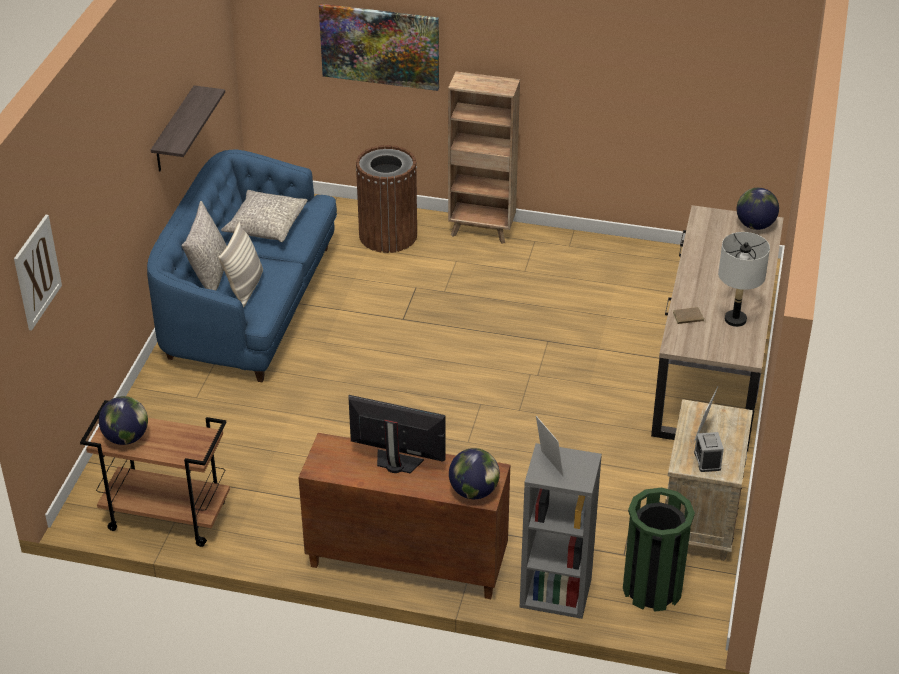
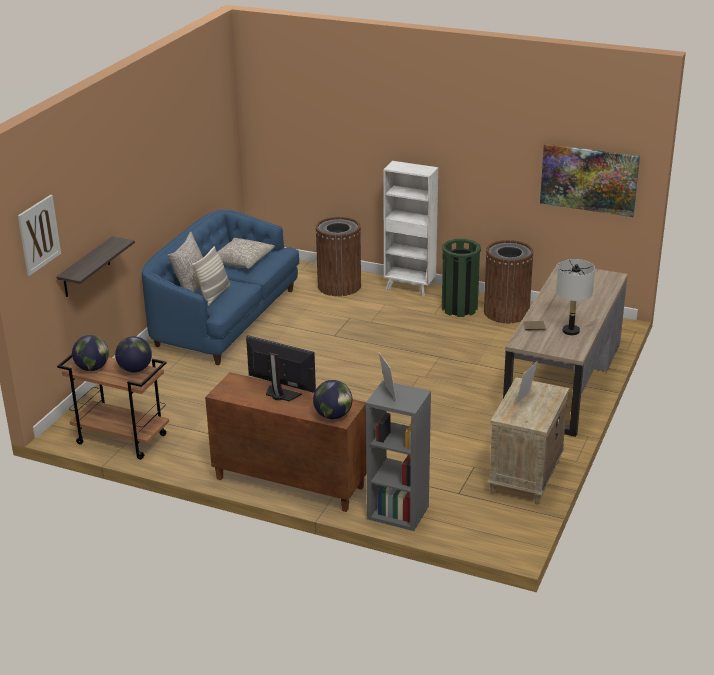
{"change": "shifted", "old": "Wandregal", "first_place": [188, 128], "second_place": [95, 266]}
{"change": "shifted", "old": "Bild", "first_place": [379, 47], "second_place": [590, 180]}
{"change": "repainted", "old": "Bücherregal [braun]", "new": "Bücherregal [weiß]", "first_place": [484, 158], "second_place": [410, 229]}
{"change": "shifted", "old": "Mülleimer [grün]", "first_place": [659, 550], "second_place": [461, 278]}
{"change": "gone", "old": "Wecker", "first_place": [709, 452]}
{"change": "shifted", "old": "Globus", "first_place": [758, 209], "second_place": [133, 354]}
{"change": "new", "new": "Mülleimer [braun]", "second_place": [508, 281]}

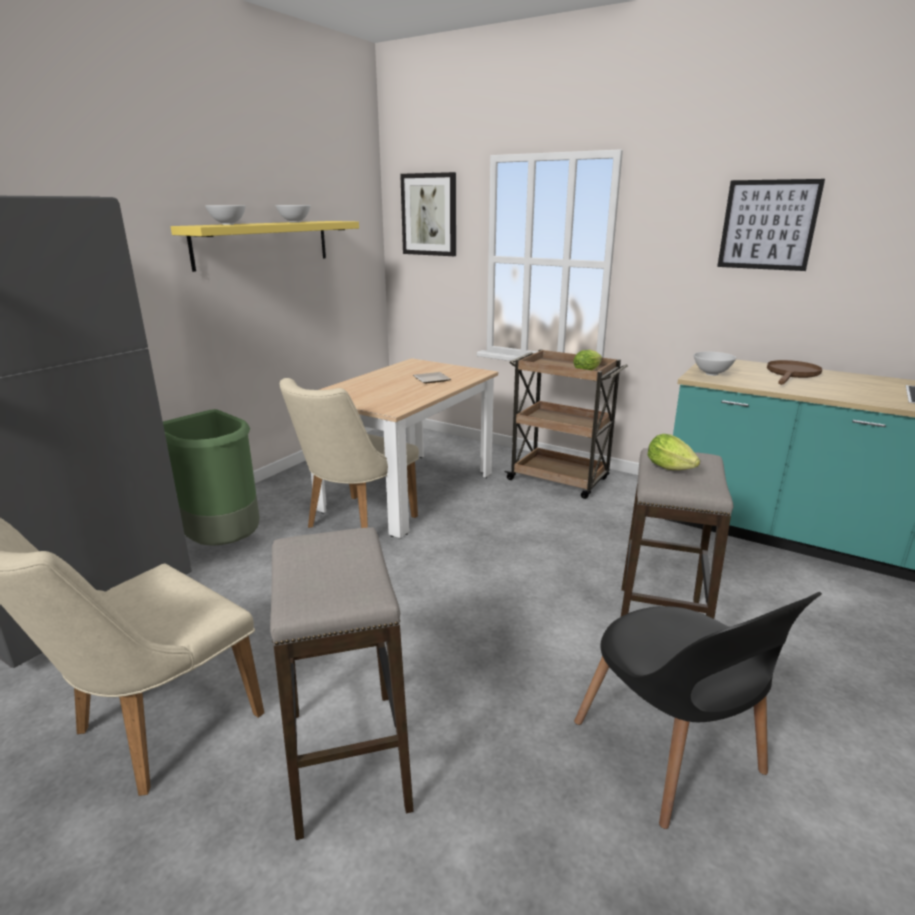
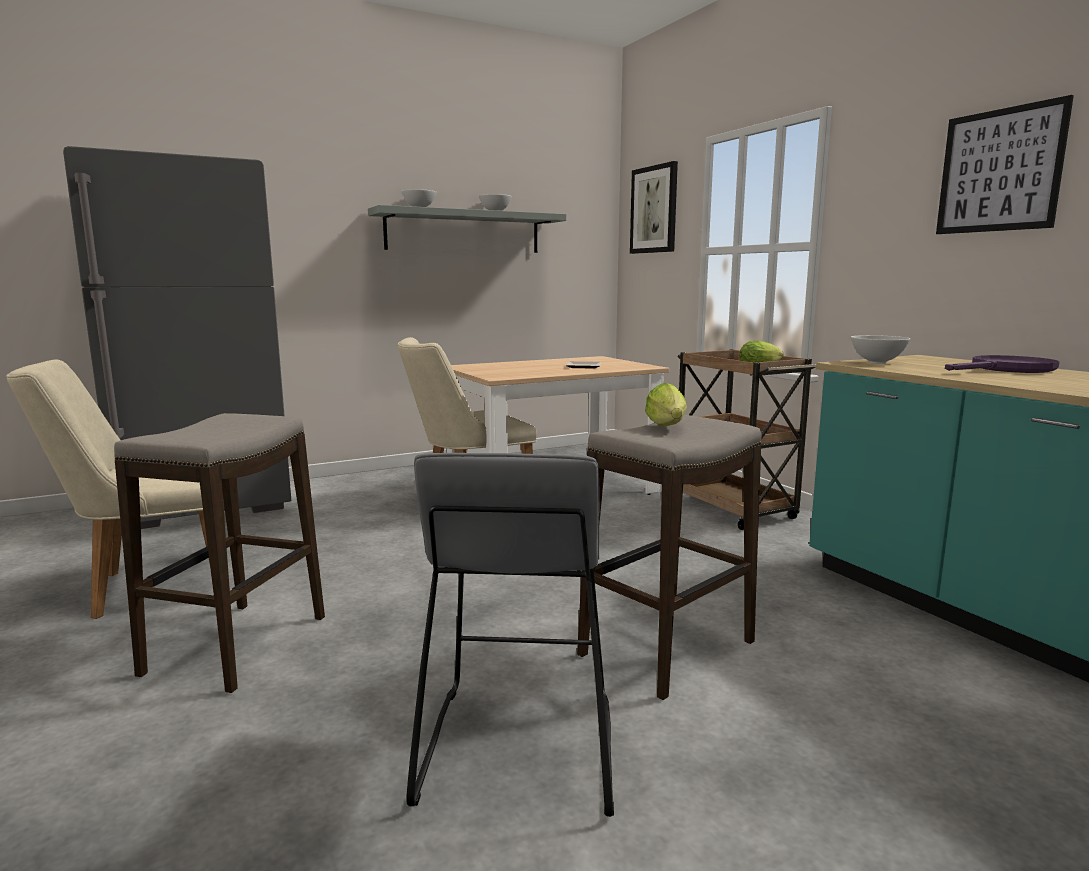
{"change": "gone", "old": "Mülleimer [grün]", "first_place": [211, 477]}
{"change": "repainted", "old": "Wandregal [gelb]", "new": "Wandregal [grau]", "first_place": [265, 246], "second_place": [467, 229]}
{"change": "swapped", "old": "Stuhl [schwarz]", "new": "Hocker [grau]", "first_place": [698, 710], "second_place": [510, 634]}
{"change": "repainted", "old": "Pfanne [braun]", "new": "Pfanne [lila]", "first_place": [794, 372], "second_place": [1002, 364]}

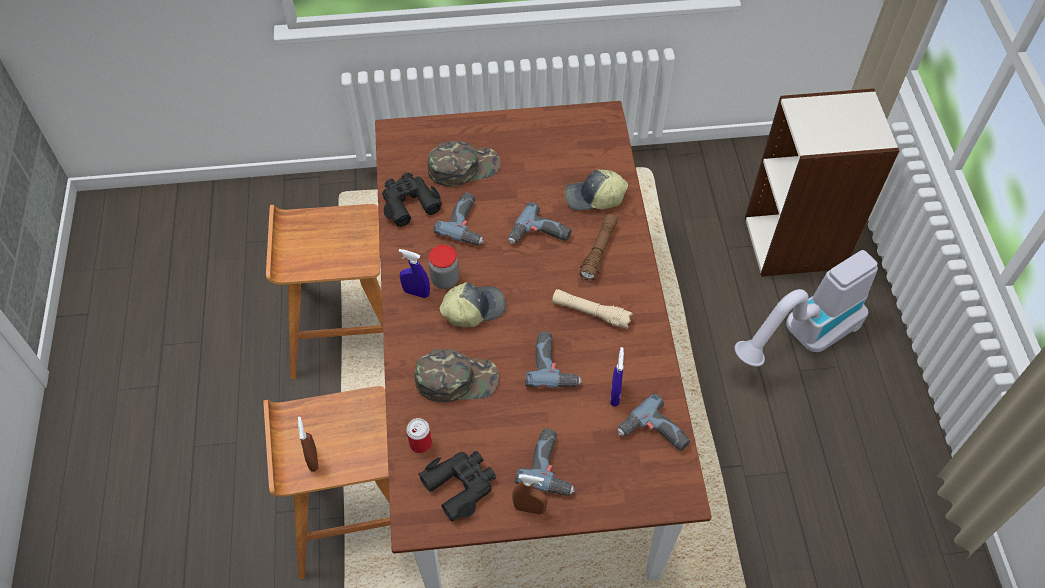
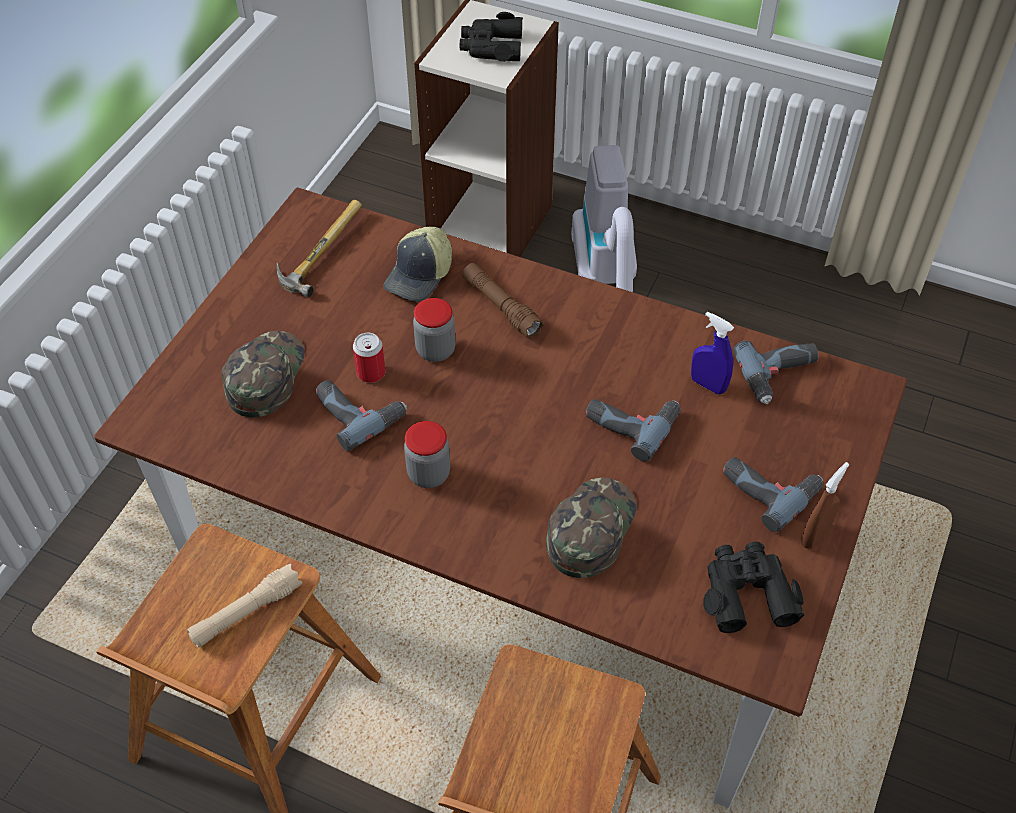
{"change": "gone", "old": "Sprühflasche [braun]", "first_place": [308, 444]}
{"change": "shifted", "old": "Fernglas [schwarz]", "first_place": [412, 199], "second_place": [491, 37]}
{"change": "gone", "old": "Sprühflasche [blau]", "first_place": [414, 273]}
{"change": "shifted", "old": "Dose", "first_place": [419, 435], "second_place": [369, 358]}
{"change": "gone", "old": "Kappe", "first_place": [472, 304]}
{"change": "swapped", "old": "Bohrmaschine", "new": "Vorratsglas", "first_place": [540, 223], "second_place": [434, 330]}
{"change": "shifted", "old": "Taschenlampe [beige]", "first_place": [592, 308], "second_place": [245, 606]}
{"change": "new", "new": "Hammer", "second_place": [319, 248]}

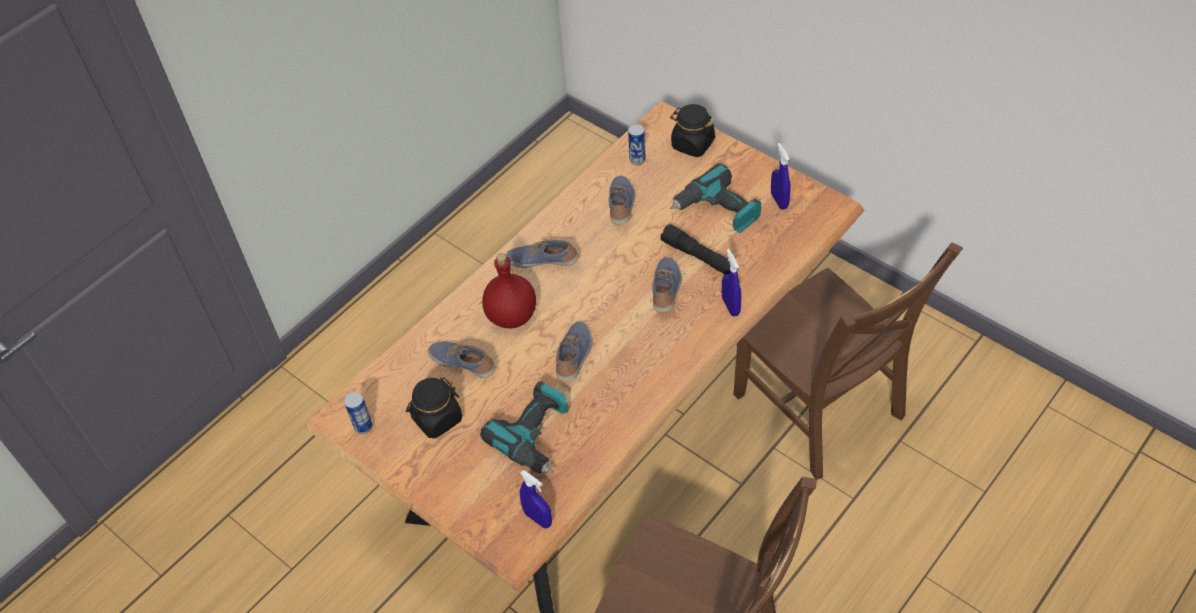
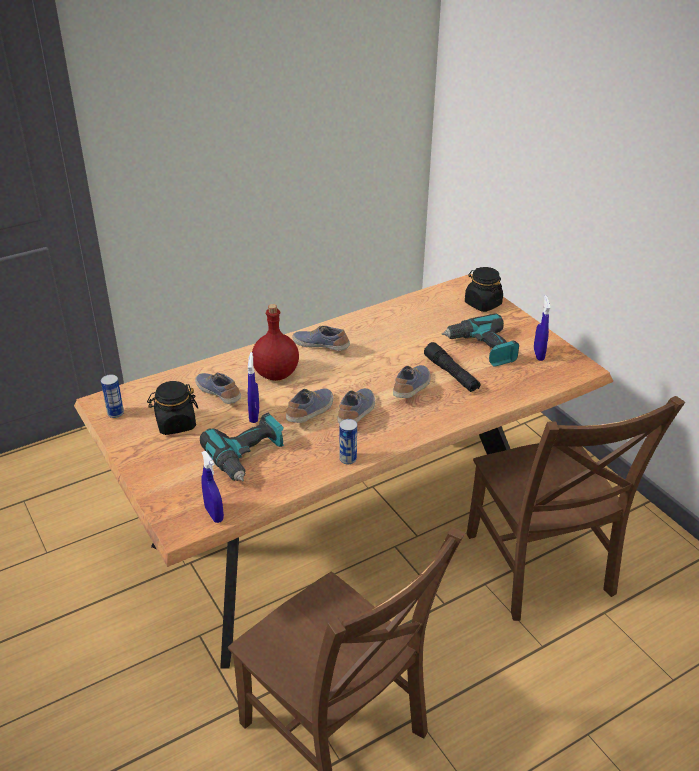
{"change": "shifted", "old": "Schuh", "first_place": [622, 200], "second_place": [356, 405]}
{"change": "shifted", "old": "Dose", "first_place": [637, 144], "second_place": [348, 441]}
{"change": "shifted", "old": "Sprühflasche [blau]", "first_place": [731, 282], "second_place": [253, 387]}

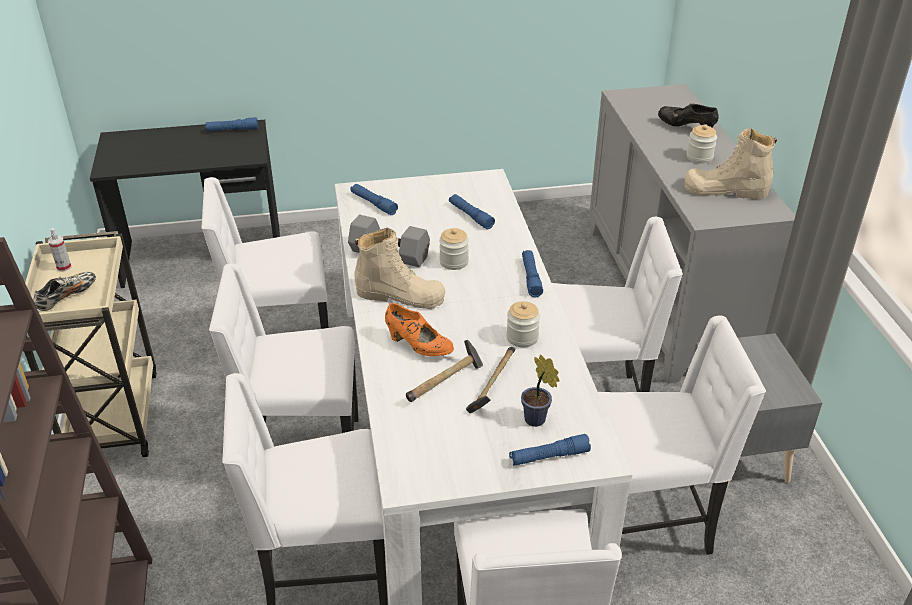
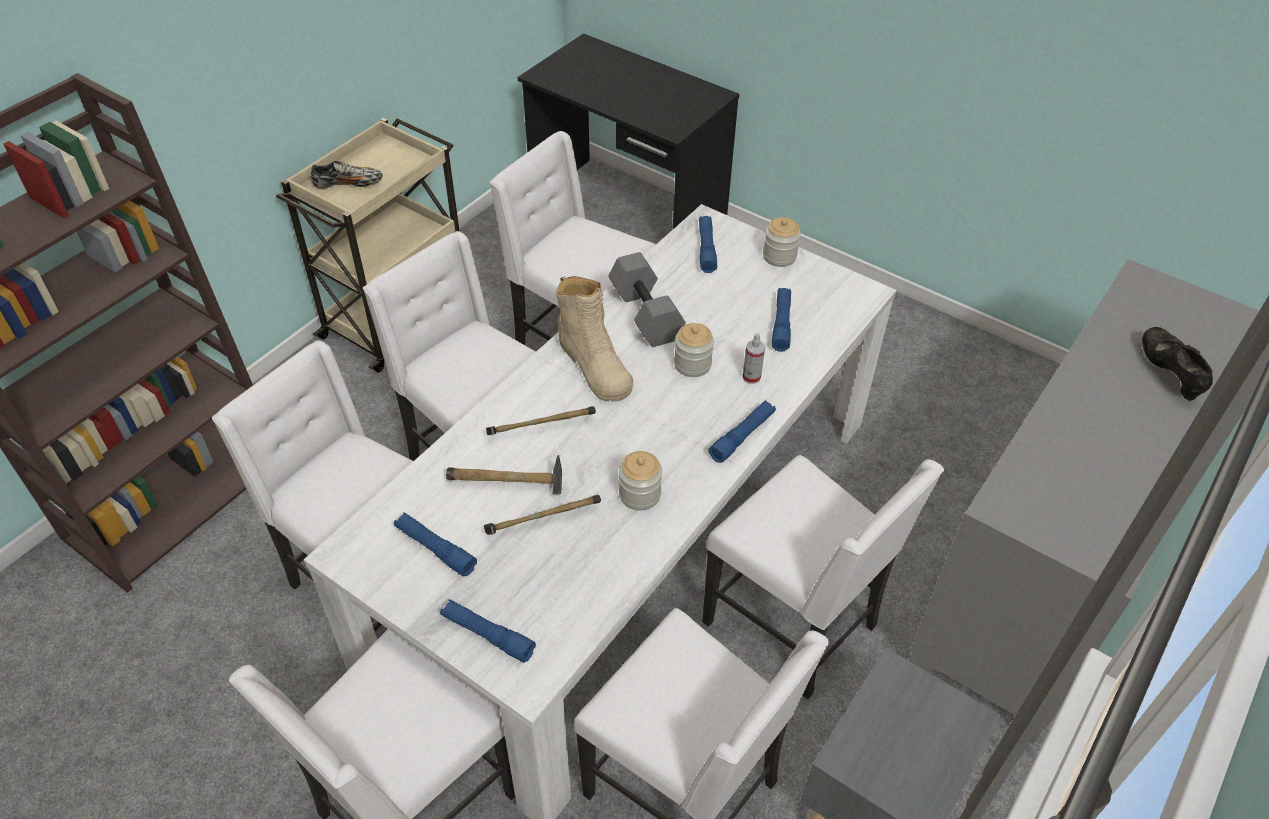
{"change": "shifted", "old": "Sprühflasche", "first_place": [60, 250], "second_place": [753, 358]}
{"change": "shifted", "old": "Taschenlampe [blau]", "first_place": [231, 124], "second_place": [435, 544]}
{"change": "swapped", "old": "Schuh [orange]", "new": "Hammer", "first_place": [419, 329], "second_place": [541, 420]}
{"change": "gone", "old": "Topfpflanze", "first_place": [540, 391]}
{"change": "gone", "old": "Stiefel [beige]", "first_place": [730, 163]}
{"change": "shifted", "old": "Vorratsglas", "first_place": [702, 143], "second_place": [782, 242]}

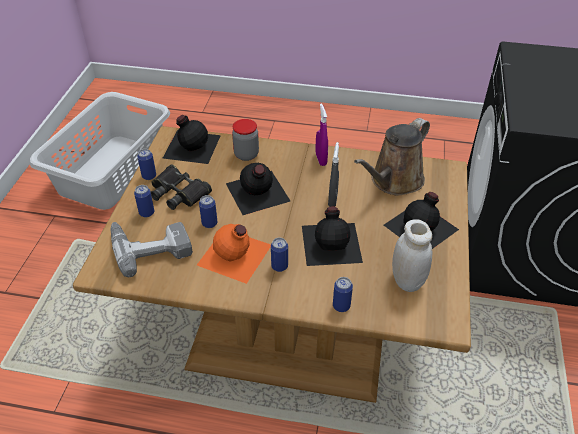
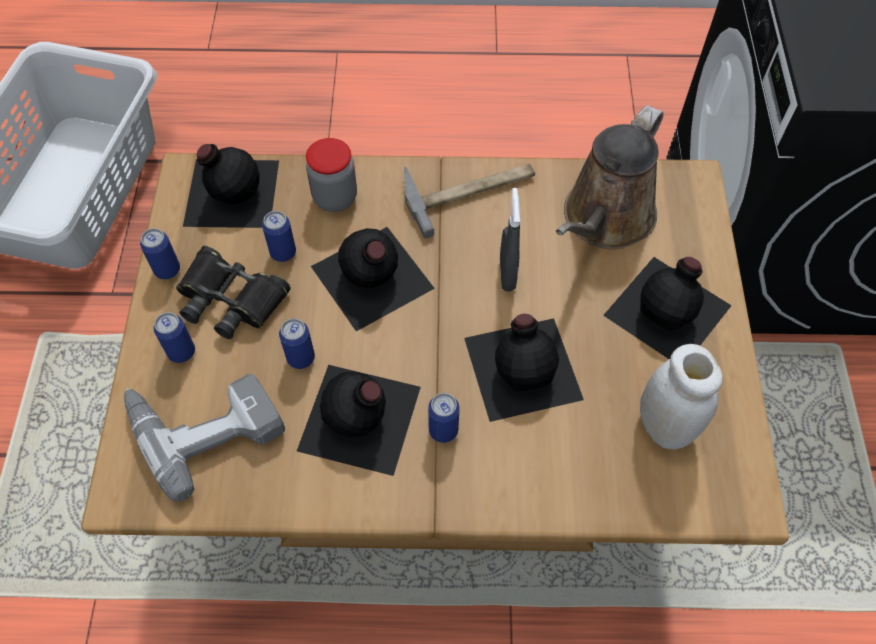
{"change": "repainted", "old": "Flasche [orange]", "new": "Flasche [schwarz]", "first_place": [234, 254], "second_place": [359, 420]}
{"change": "swapped", "old": "Sprühflasche [lila]", "new": "Hammer", "first_place": [321, 135], "second_place": [469, 201]}
{"change": "shifted", "old": "Dose", "first_place": [343, 294], "second_place": [279, 236]}

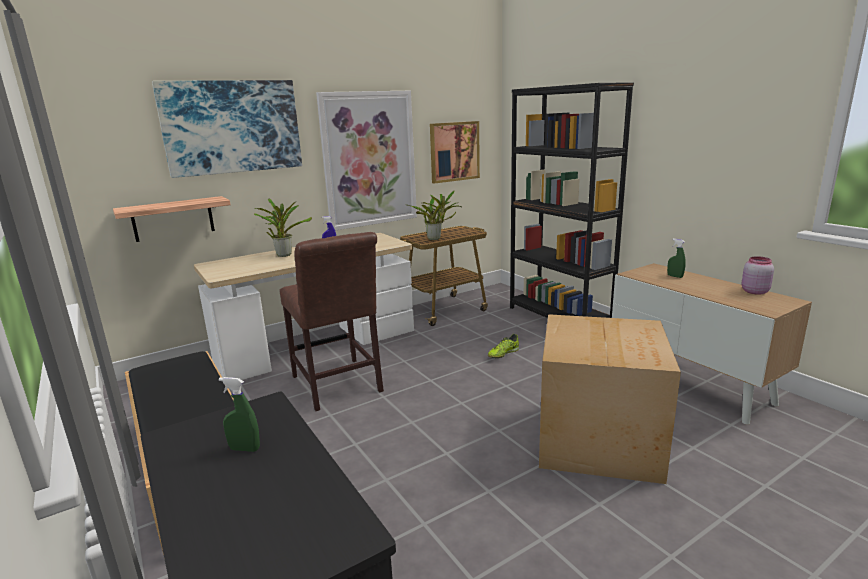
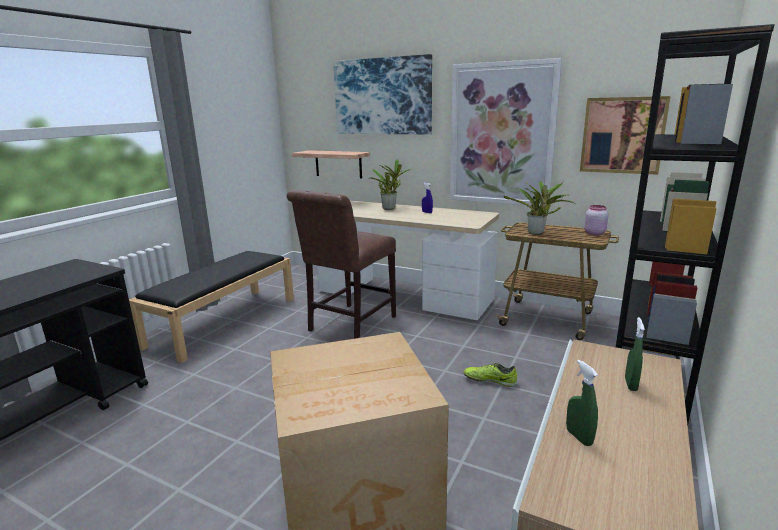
{"change": "shifted", "old": "Sprühflasche [grün]", "first_place": [239, 414], "second_place": [582, 403]}
{"change": "shifted", "old": "Vorratsglas [rosa]", "first_place": [757, 275], "second_place": [596, 220]}

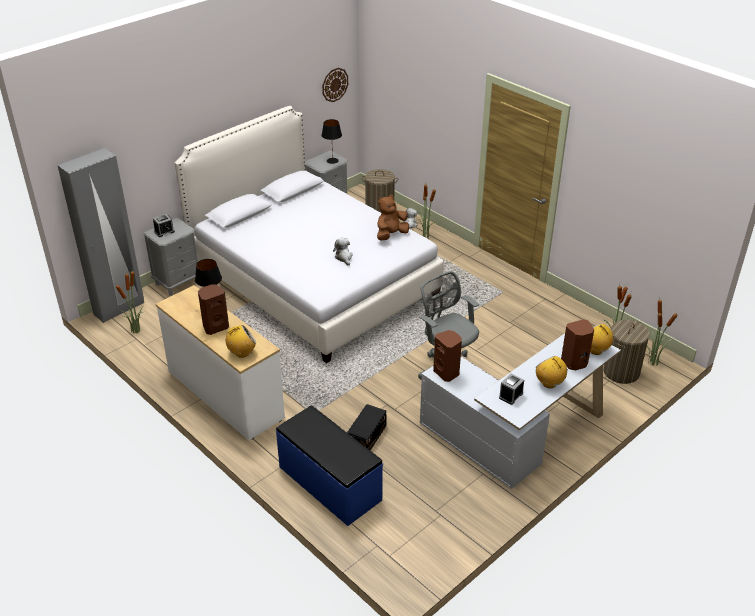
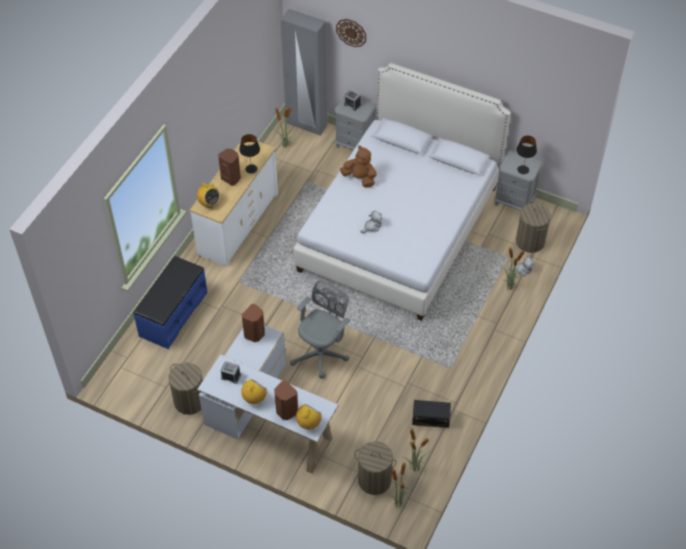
{"change": "shifted", "old": "Wanduhr", "first_place": [335, 85], "second_place": [351, 33]}
{"change": "shifted", "old": "Aufbewahrungsbox [schwarz]", "first_place": [367, 427], "second_place": [431, 414]}
{"change": "shifted", "old": "Plüschtier [braun]", "first_place": [393, 218], "second_place": [358, 167]}
{"change": "new", "new": "Wäschekorb", "second_place": [185, 388]}

